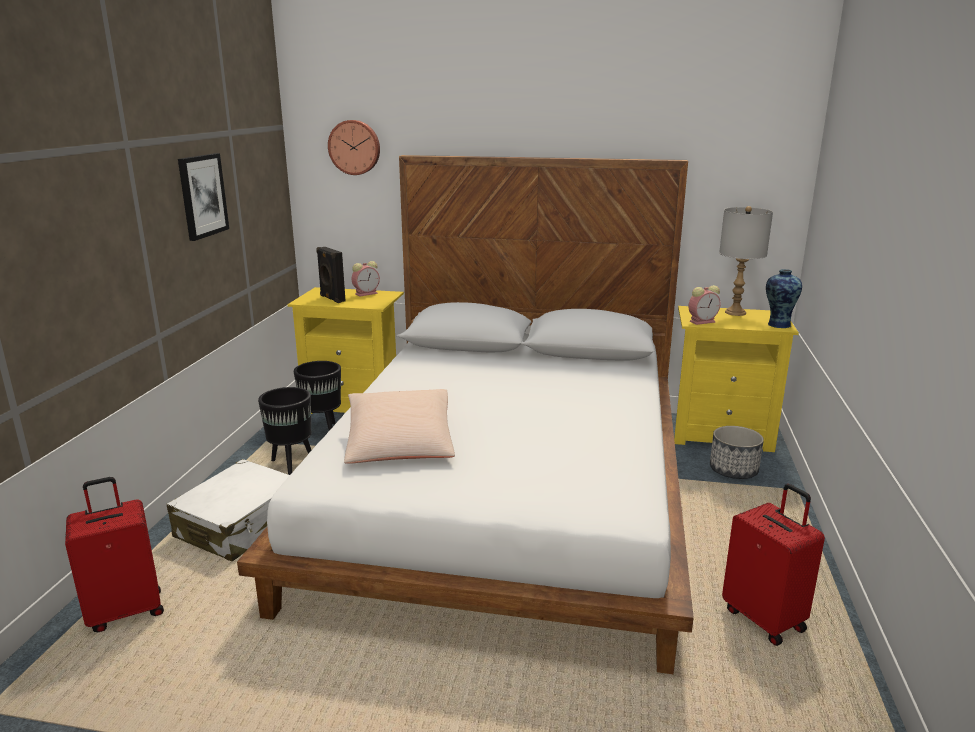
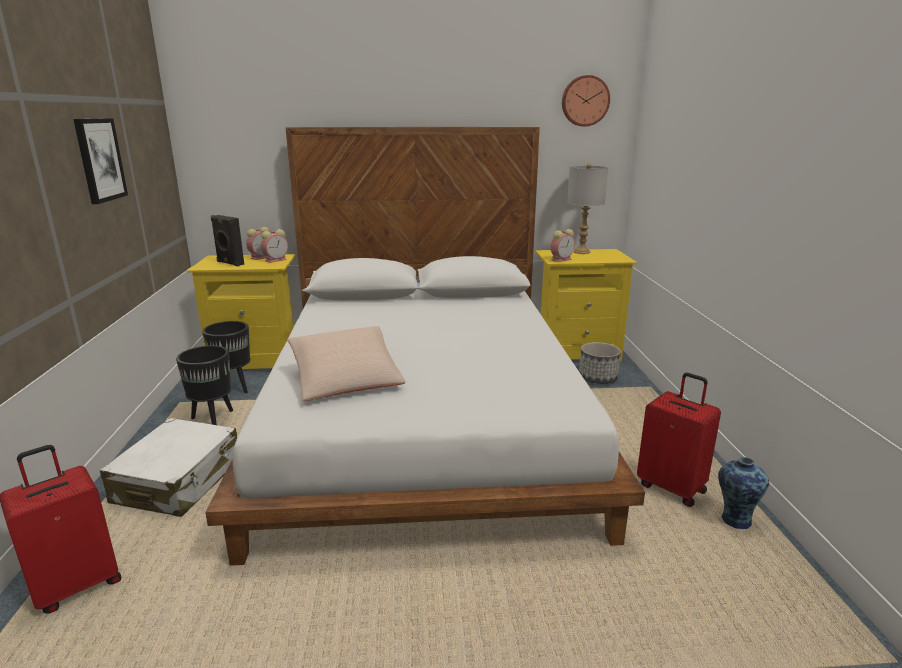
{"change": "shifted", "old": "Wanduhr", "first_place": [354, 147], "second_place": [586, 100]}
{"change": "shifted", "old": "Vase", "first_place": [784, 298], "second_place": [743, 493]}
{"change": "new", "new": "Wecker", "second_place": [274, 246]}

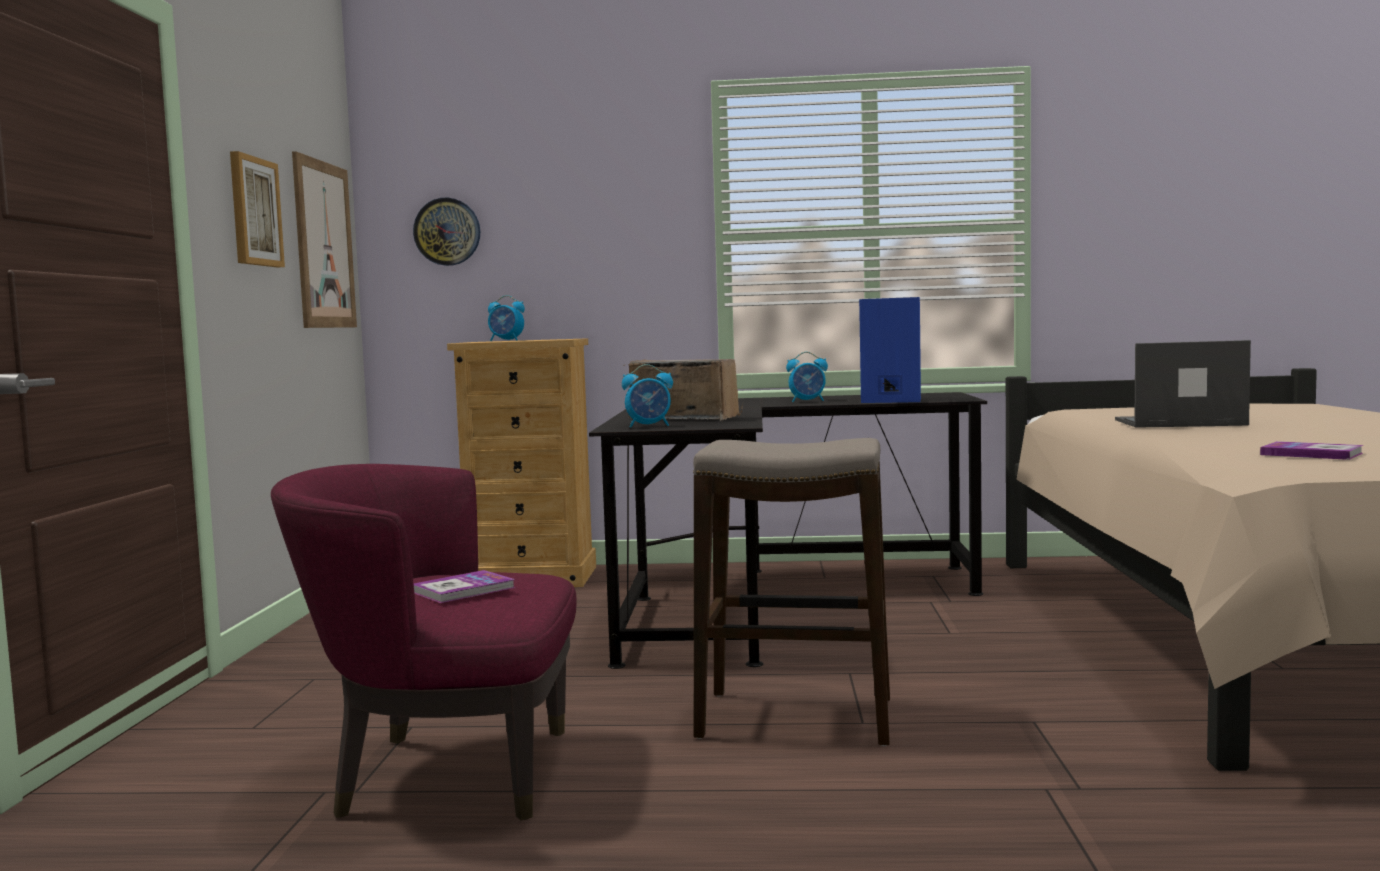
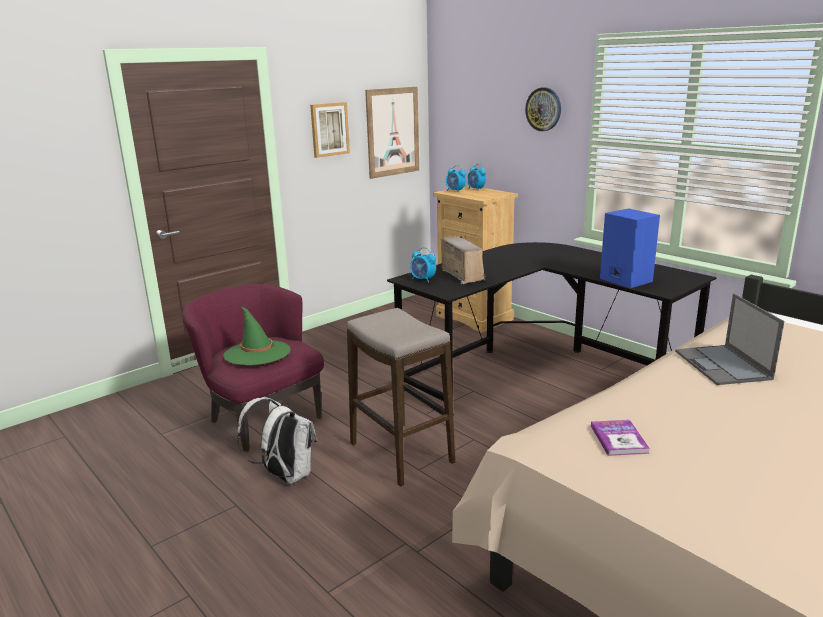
{"change": "shifted", "old": "Wanduhr", "first_place": [446, 232], "second_place": [543, 109]}
{"change": "swapped", "old": "Buch", "new": "Hut [grün]", "first_place": [464, 586], "second_place": [256, 336]}
{"change": "shifted", "old": "Wecker", "first_place": [807, 377], "second_place": [456, 178]}
{"change": "rotated", "old": "Laptop", "first_place": [1183, 384], "second_place": [729, 339], "degrees": -150}
{"change": "new", "new": "Rucksack [weiß]", "second_place": [277, 440]}

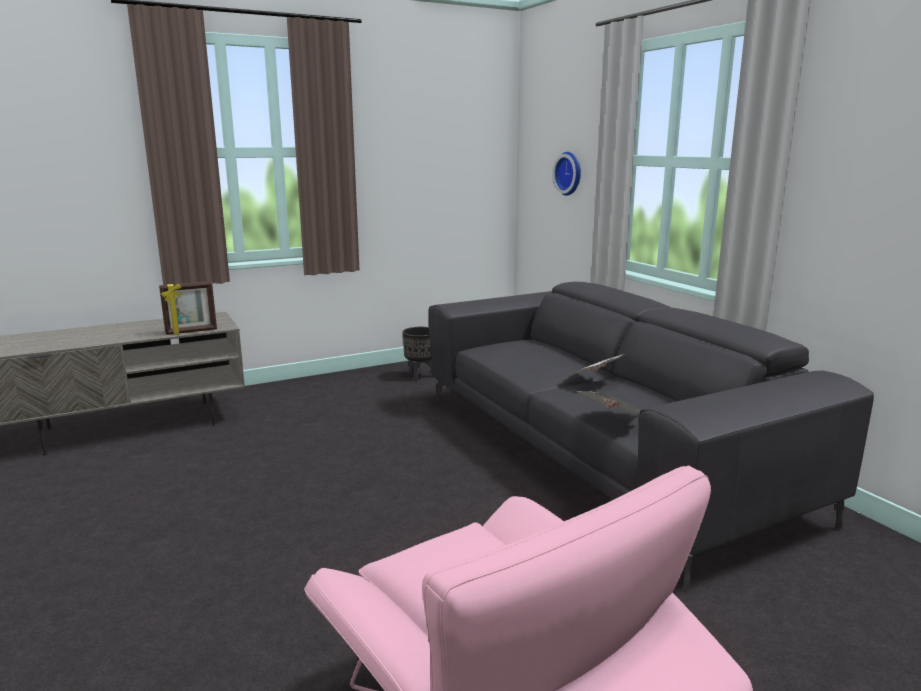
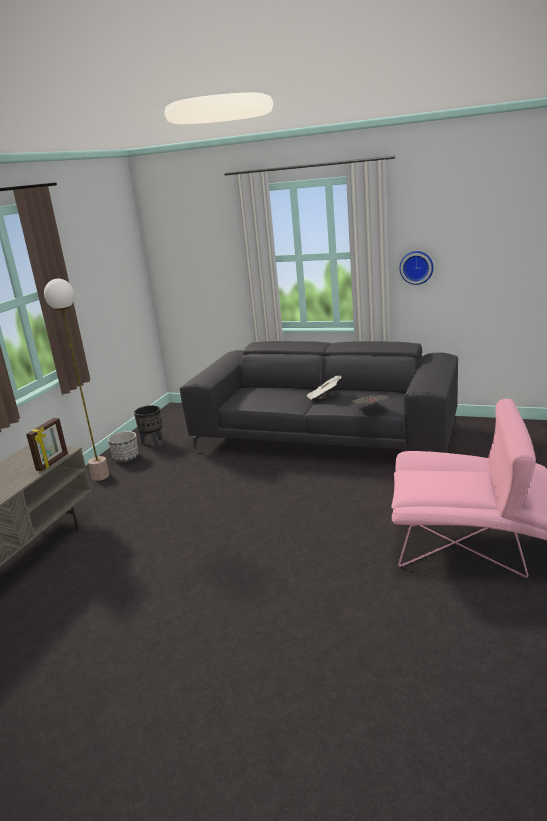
{"change": "shifted", "old": "Wanduhr", "first_place": [567, 174], "second_place": [416, 268]}
{"change": "new", "new": "Stehlampe", "second_place": [76, 380]}
{"change": "new", "new": "Pflanzkübel", "second_place": [123, 446]}

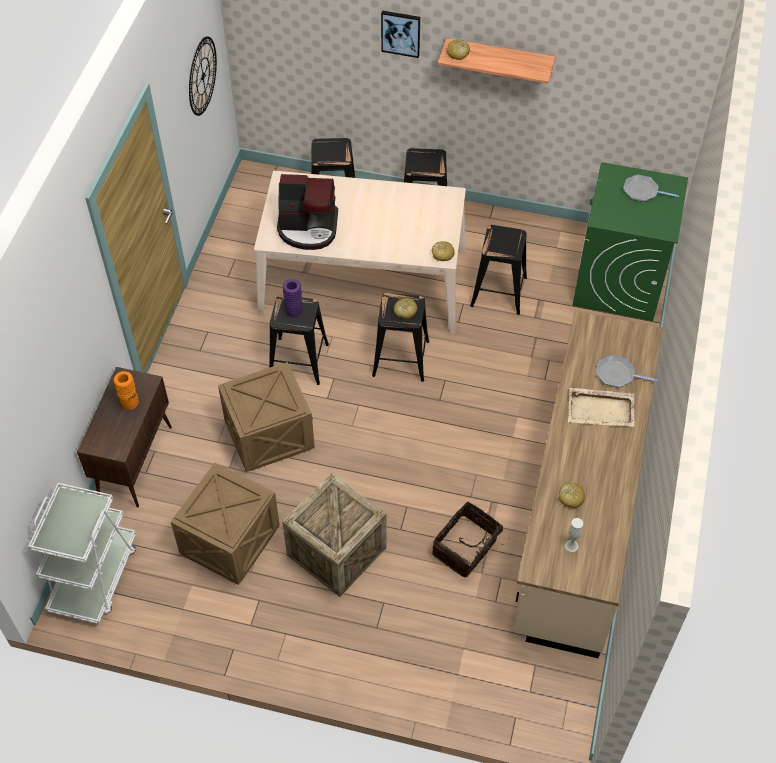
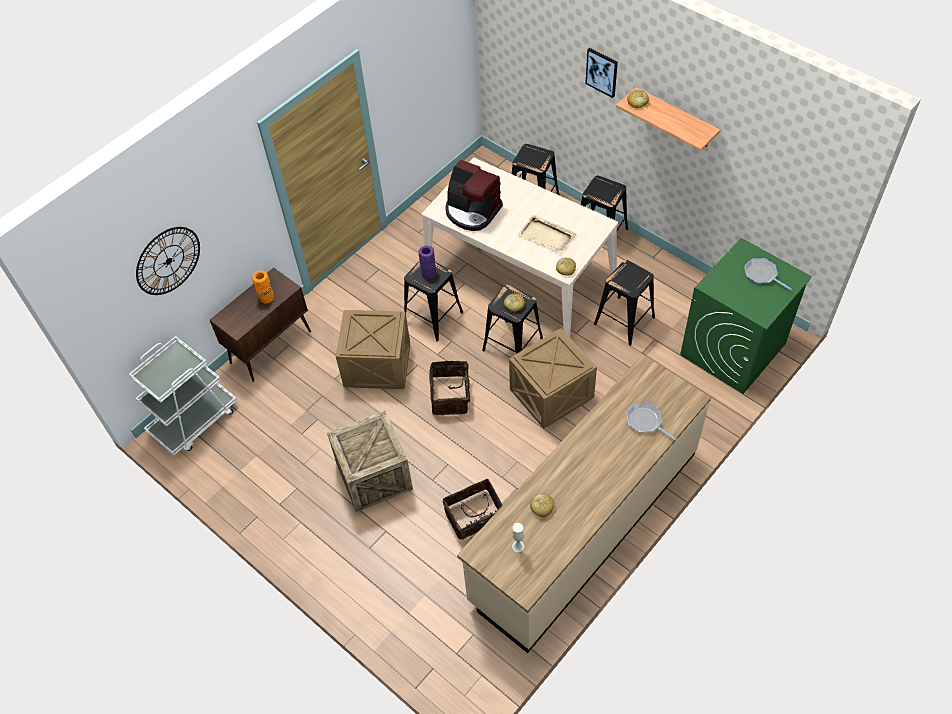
{"change": "shifted", "old": "Kiste", "first_place": [225, 524], "second_place": [553, 378]}
{"change": "shifted", "old": "Wanduhr", "first_place": [203, 76], "second_place": [168, 261]}
{"change": "shifted", "old": "Tablett [beige]", "first_place": [601, 407], "second_place": [547, 234]}
{"change": "new", "new": "Korb", "second_place": [453, 387]}

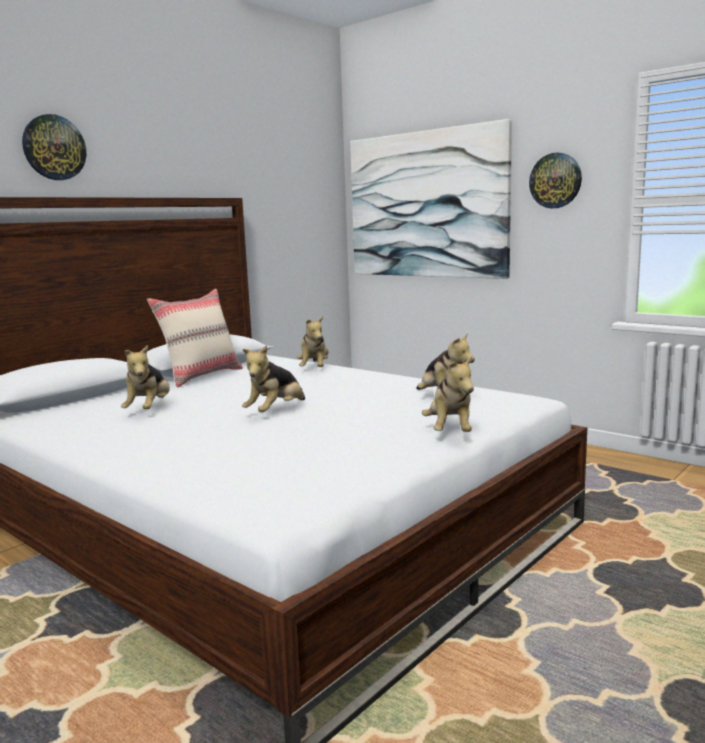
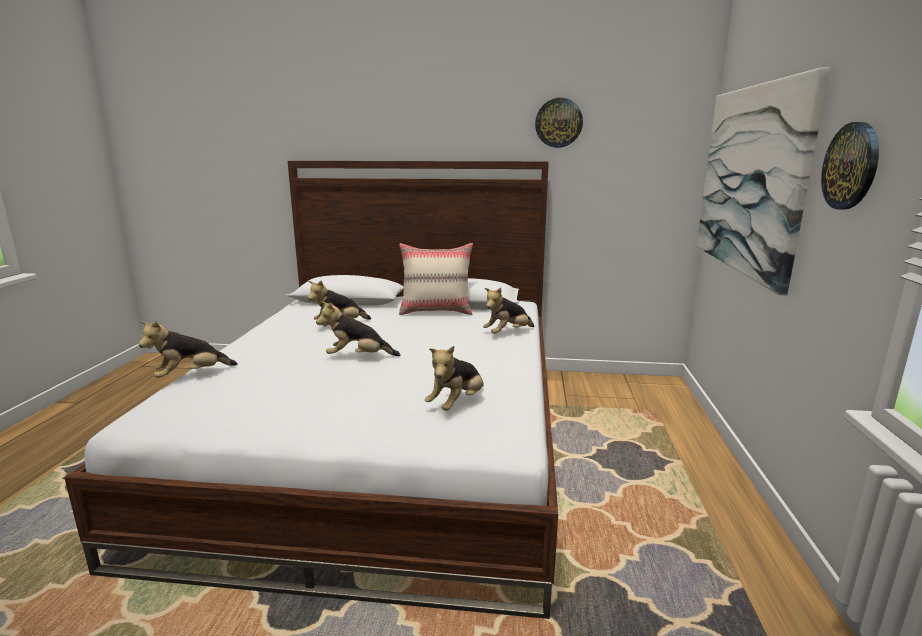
{"change": "shifted", "old": "Wanduhr", "first_place": [54, 147], "second_place": [559, 123]}
{"change": "shifted", "old": "Plüschtier", "first_place": [448, 394], "second_place": [188, 349]}

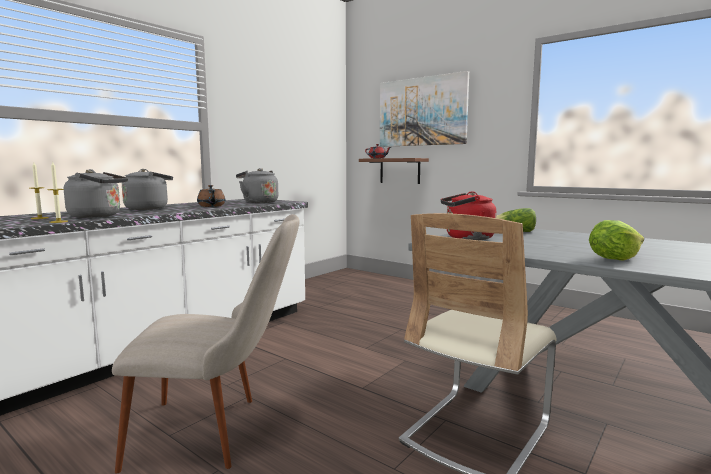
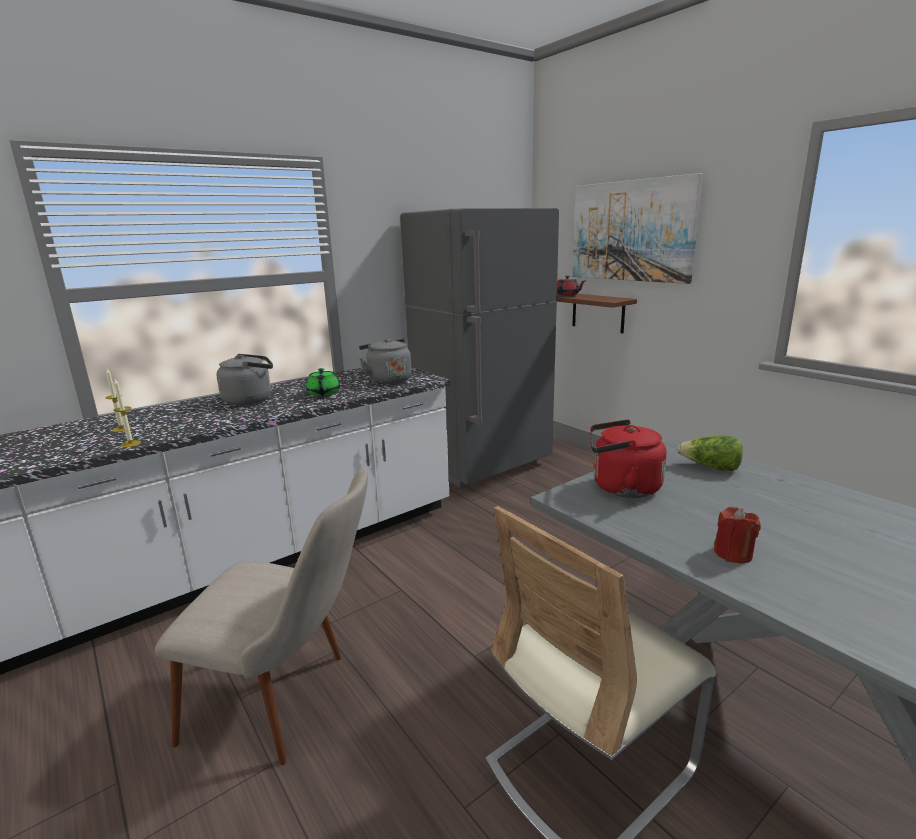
{"change": "gone", "old": "Wasserkessel [grau]", "first_place": [96, 193]}
{"change": "repainted", "old": "Teekanne [braun]", "new": "Teekanne [grün]", "first_place": [211, 196], "second_place": [323, 382]}
{"change": "gone", "old": "Salatkopf", "first_place": [616, 240]}
{"change": "new", "new": "Kühlschrank [grau]", "second_place": [479, 348]}
{"change": "new", "new": "Kerze [rot]", "second_place": [737, 535]}

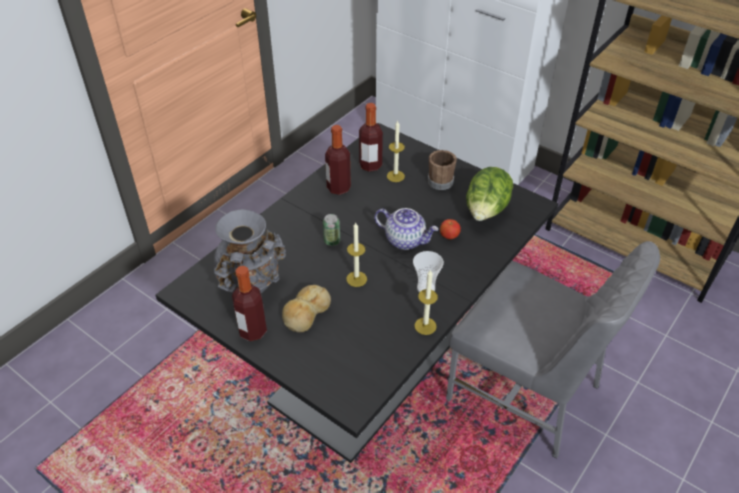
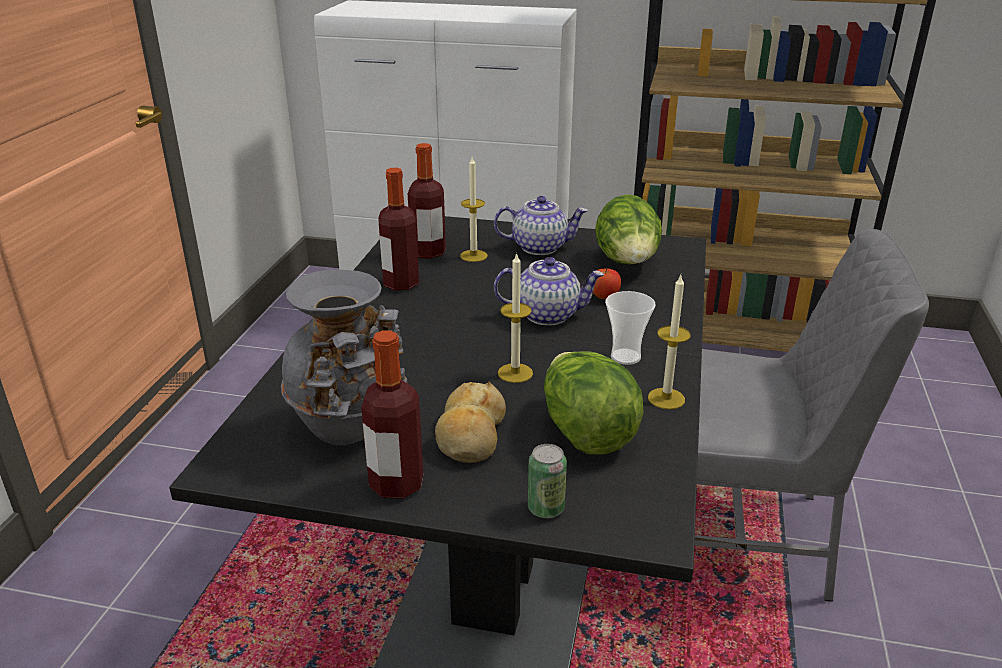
{"change": "shifted", "old": "Dose", "first_place": [331, 230], "second_place": [547, 481]}
{"change": "swapped", "old": "Henkelbecher [braun]", "new": "Teekanne", "first_place": [442, 170], "second_place": [541, 225]}
{"change": "new", "new": "Salatkopf", "second_place": [594, 403]}

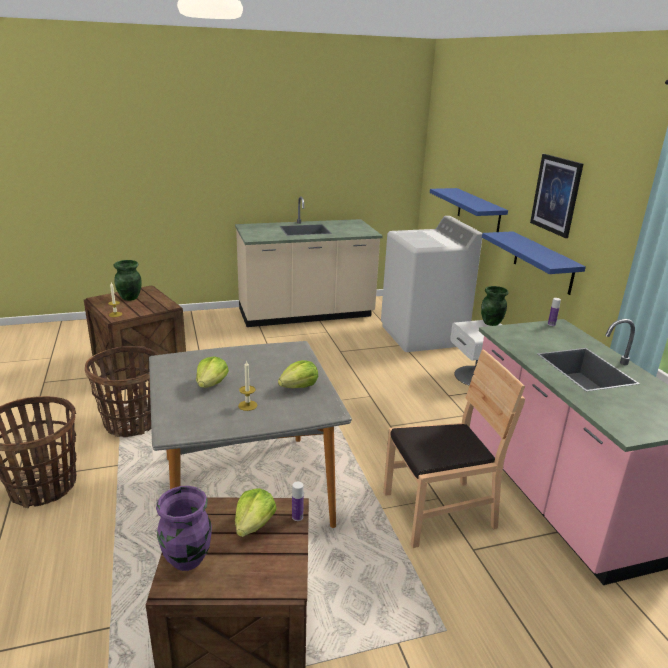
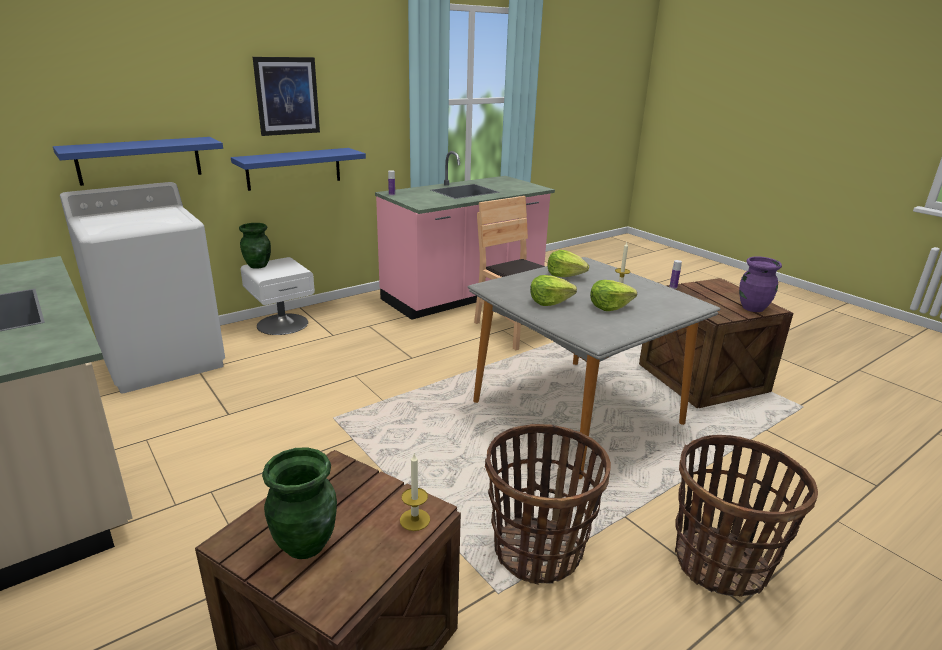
{"change": "shifted", "old": "Salatkopf", "first_place": [256, 512], "second_place": [553, 290]}

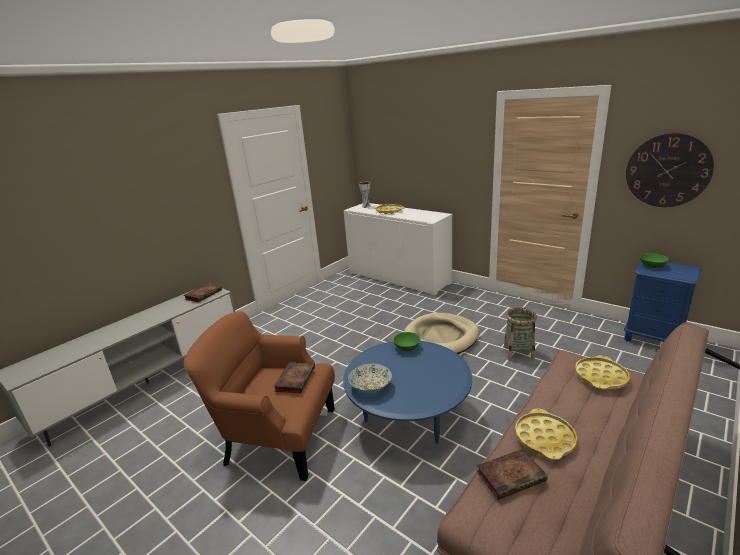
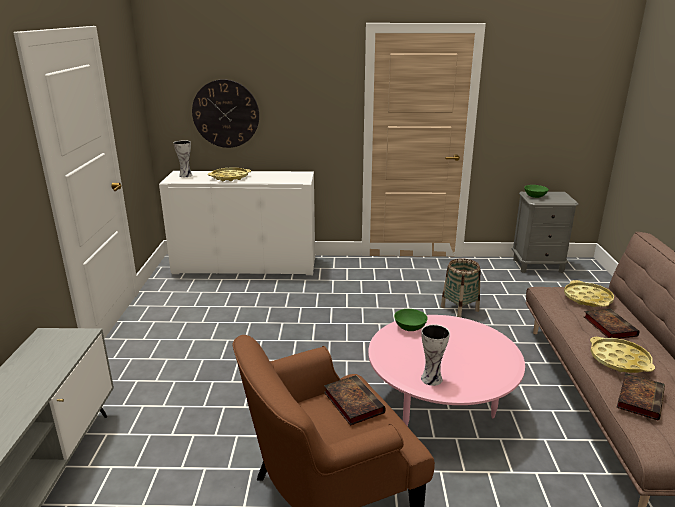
{"change": "shifted", "old": "Buch", "first_place": [203, 293], "second_place": [611, 324]}
{"change": "repainted", "old": "Couchtisch [blau]", "new": "Couchtisch [rosa]", "first_place": [407, 392], "second_place": [446, 370]}
{"change": "swapped", "old": "Schüssel", "new": "Vase", "first_place": [369, 378], "second_place": [435, 355]}
{"change": "gone", "old": "Hundebett [beige]", "first_place": [441, 333]}
{"change": "repainted", "old": "Nachttisch [blau]", "new": "Nachttisch [grau]", "first_place": [663, 302], "second_place": [545, 232]}
{"change": "shifted", "old": "Wanduhr", "first_place": [670, 170], "second_place": [225, 113]}

